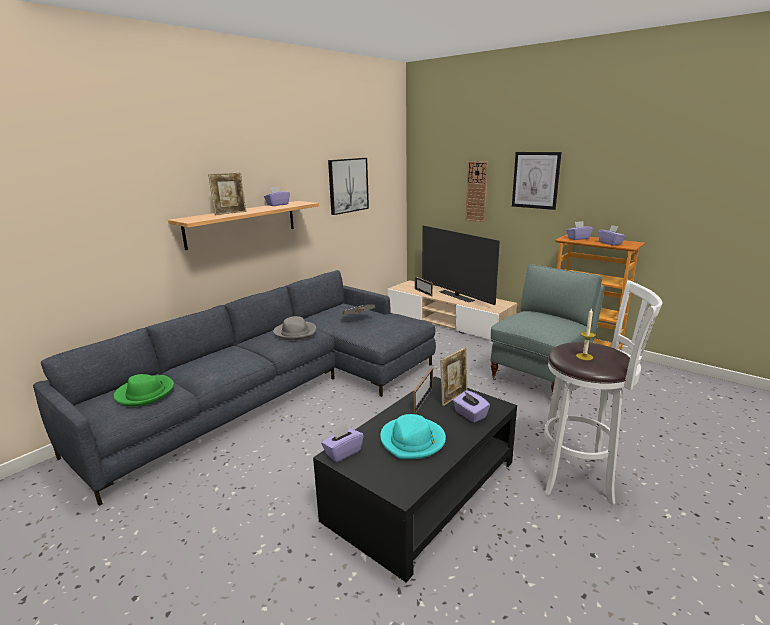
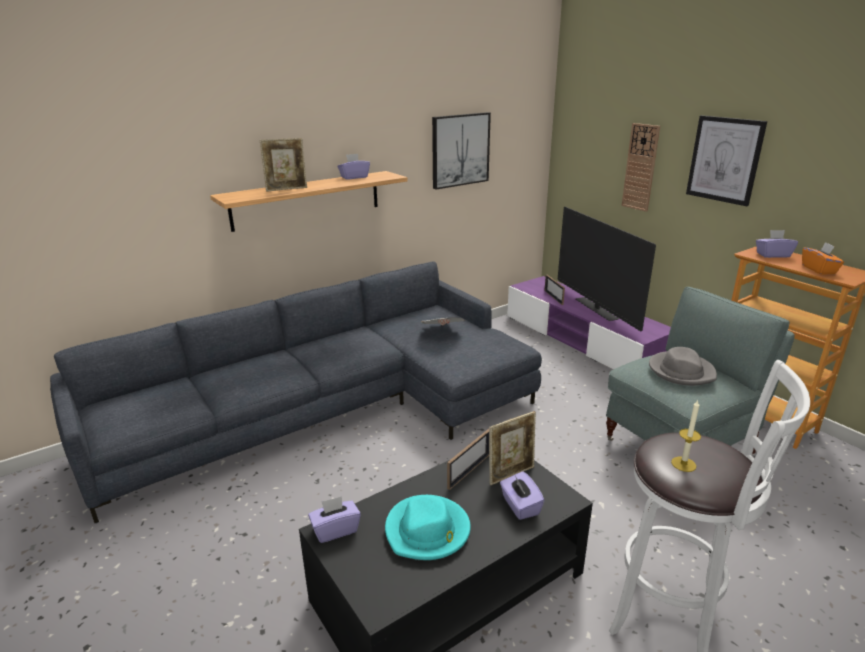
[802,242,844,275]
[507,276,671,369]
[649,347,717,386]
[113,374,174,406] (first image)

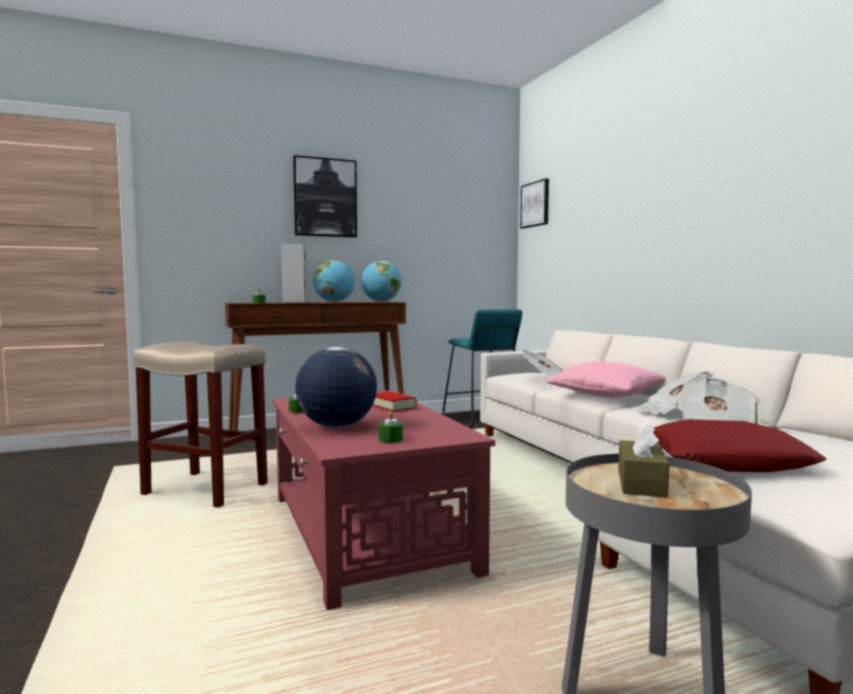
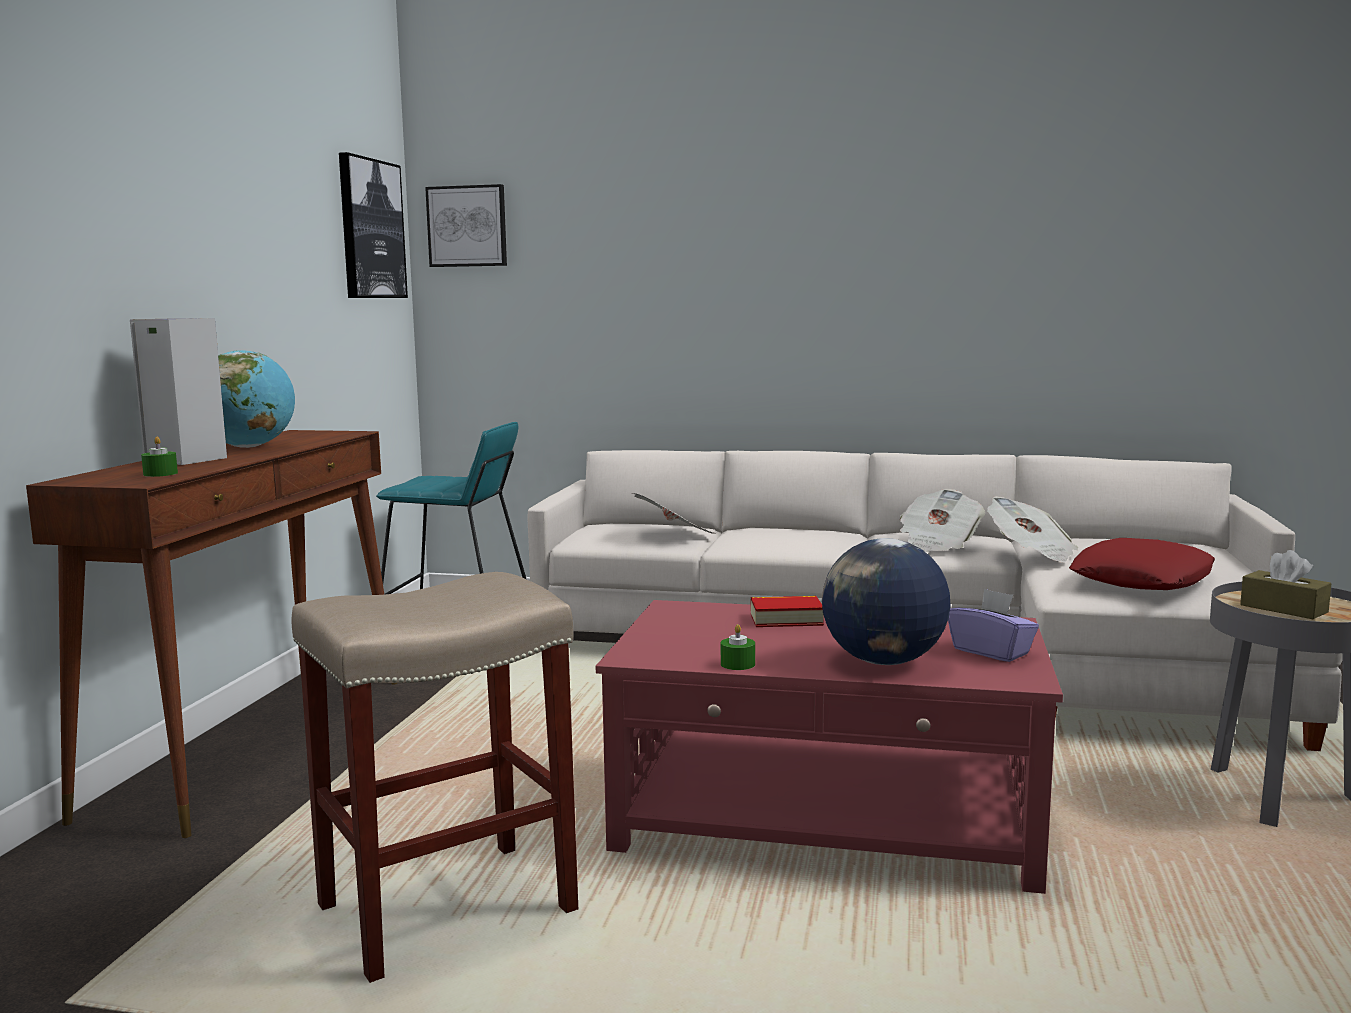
[339,152,408,298]
[361,261,402,302] (first image)
[546,361,666,397] (first image)
[948,588,1039,662]

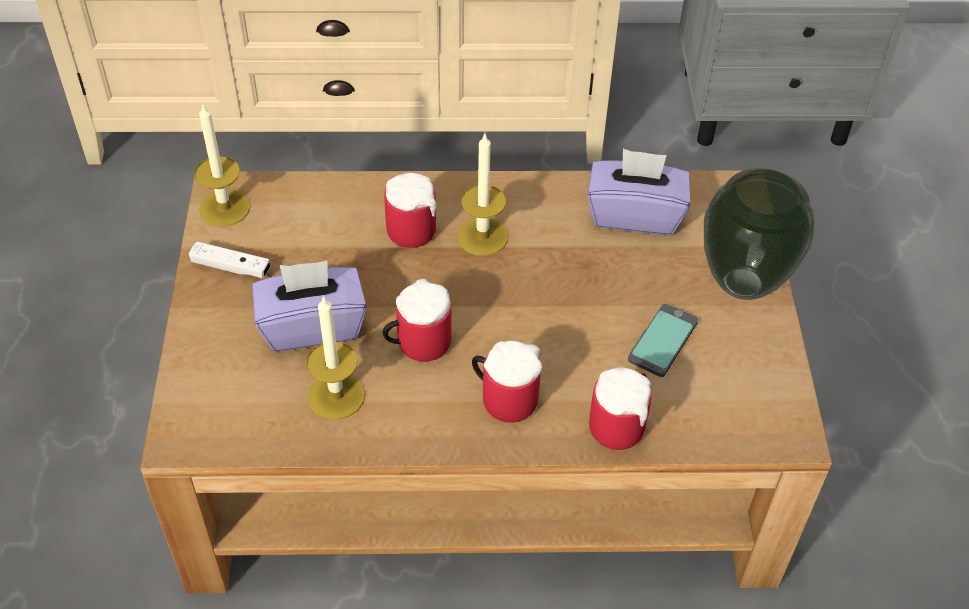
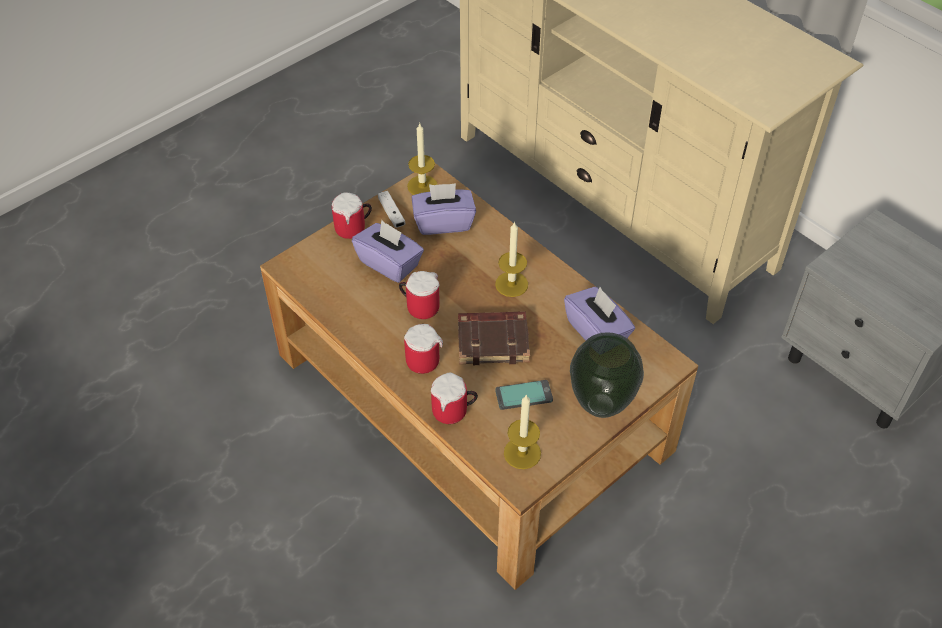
[332,192,372,239]
[504,394,541,469]
[412,183,476,235]
[458,311,530,365]

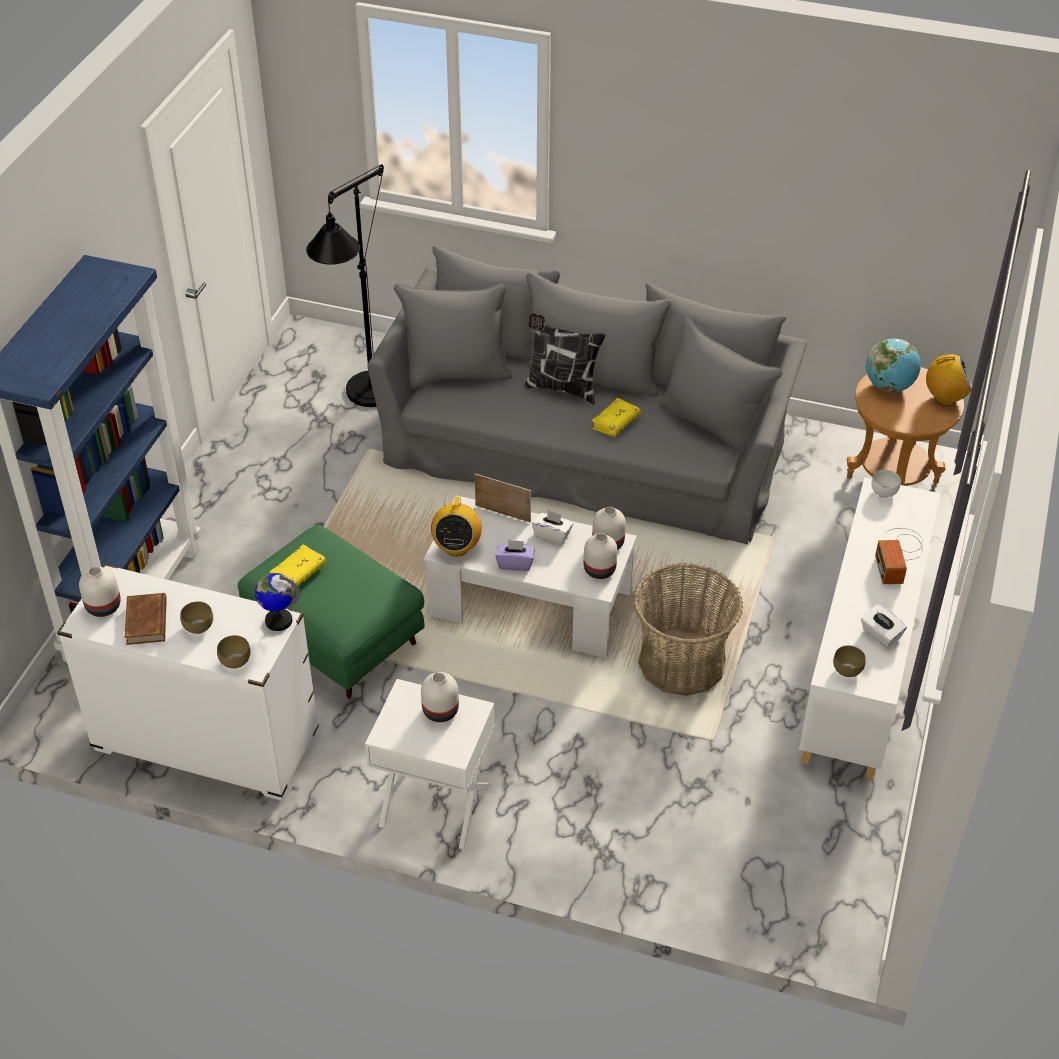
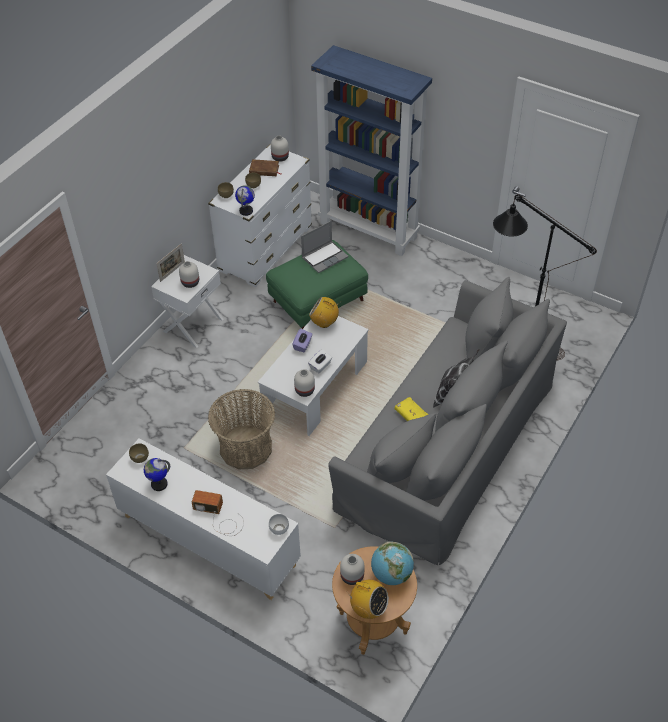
[346,580,389,619]
[156,244,185,282]
[340,554,364,585]
[301,221,349,273]
[144,458,170,491]

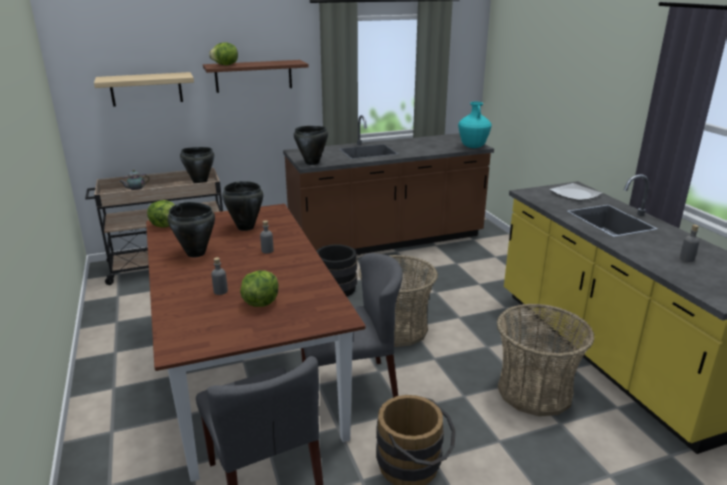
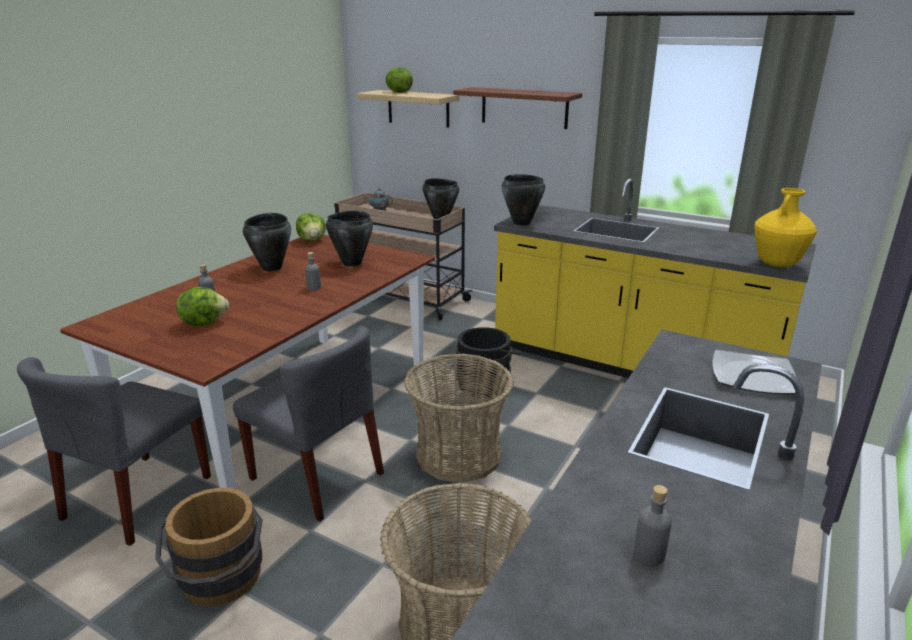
[385,67,413,93]
[754,188,817,267]
[494,179,816,378]

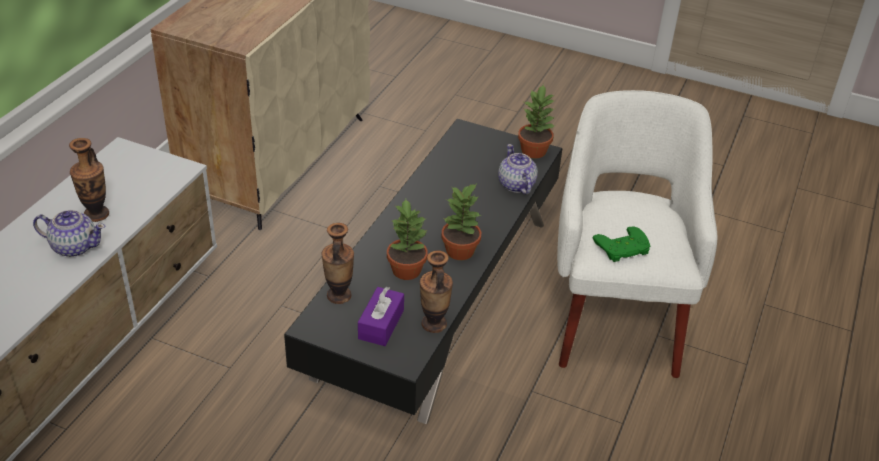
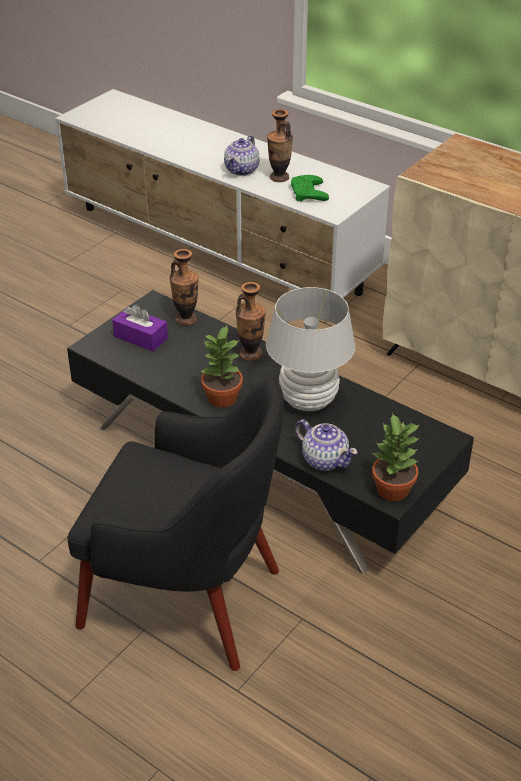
[67,378,284,671]
[295,419,358,471]
[387,199,428,280] (first image)
[291,175,329,202]
[235,282,266,361]
[266,287,355,411]

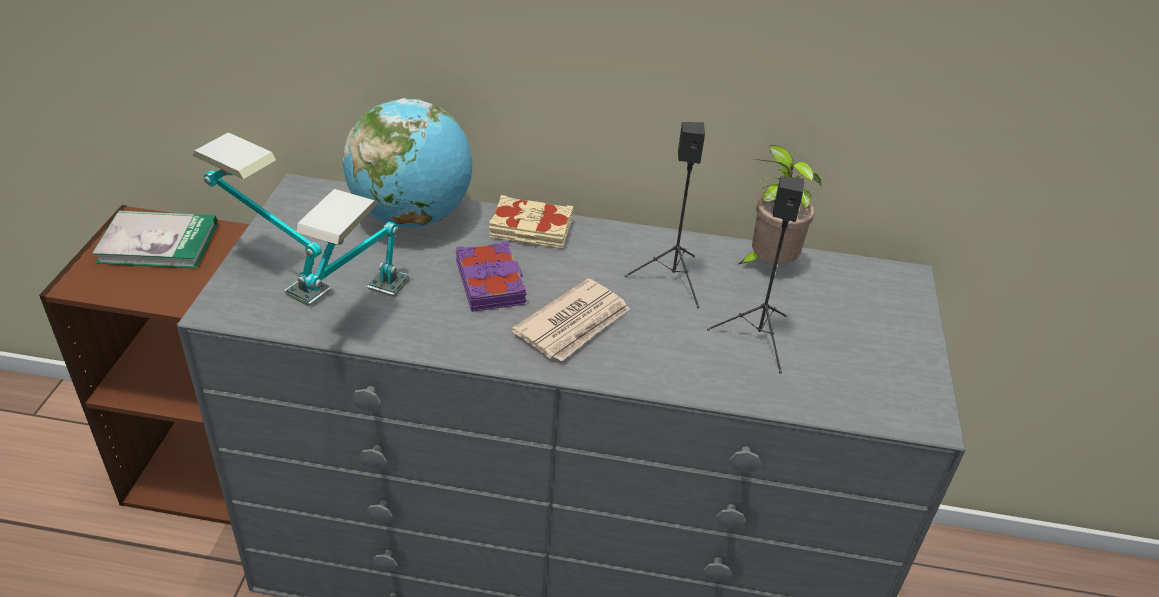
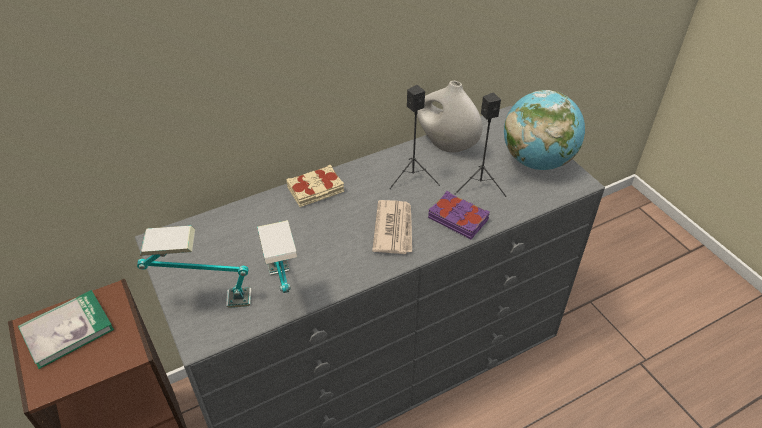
[504,90,585,170]
[417,81,482,152]
[428,191,490,239]

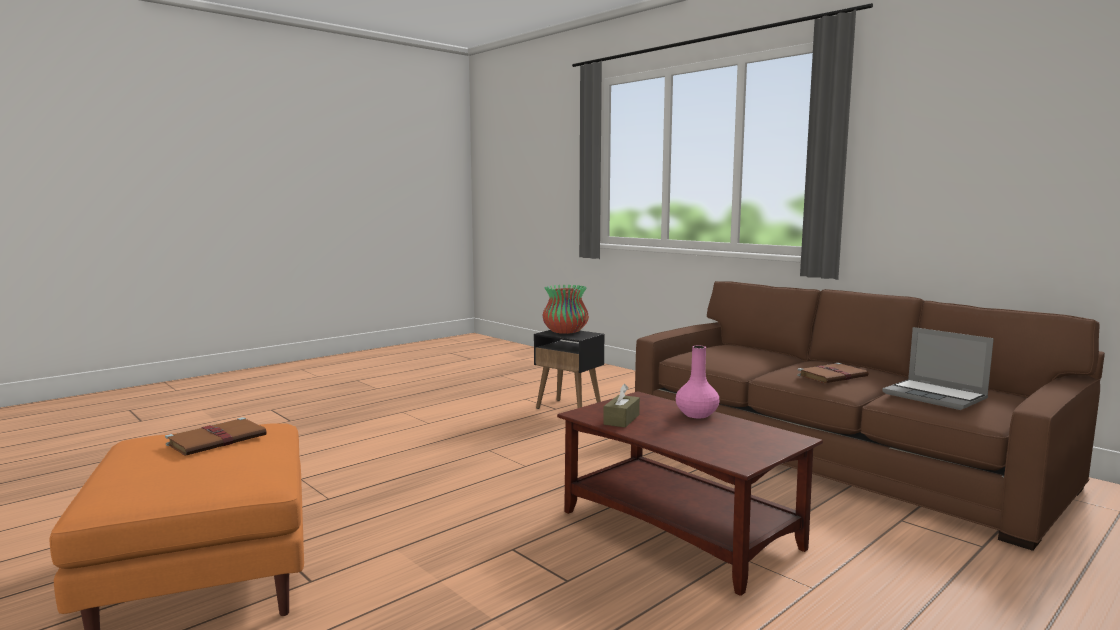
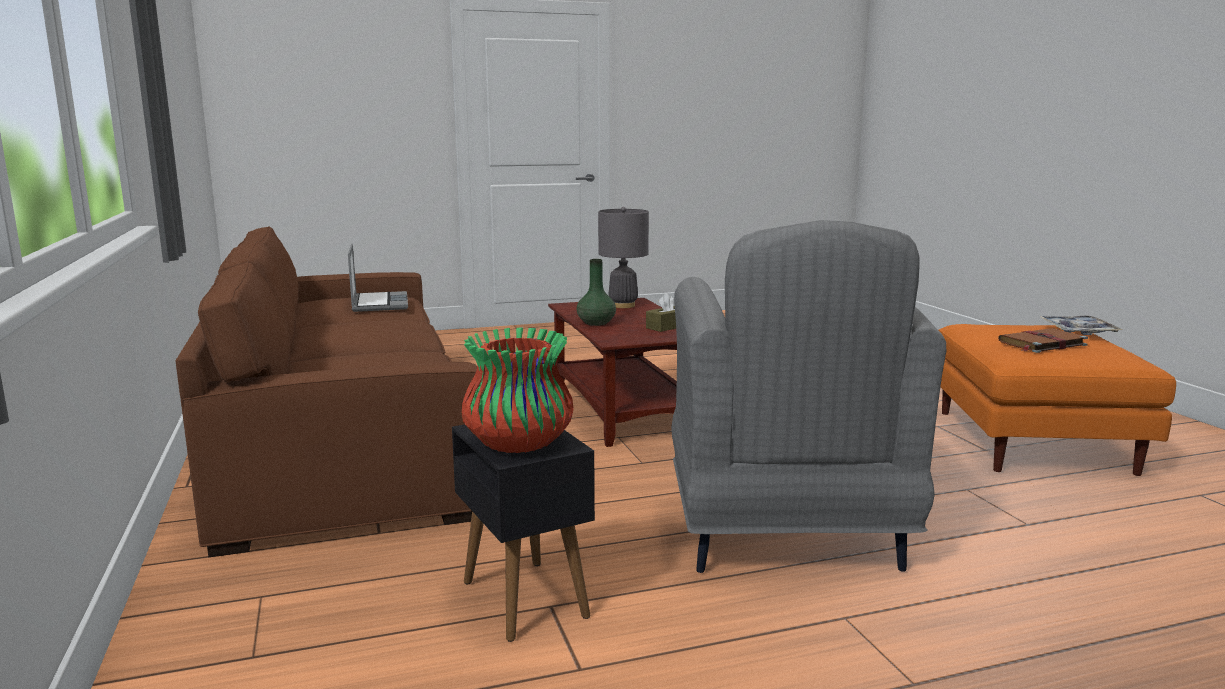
[576,259,616,326]
[797,363,869,383] (first image)
[598,207,649,308]
[671,220,946,573]
[1040,316,1122,335]

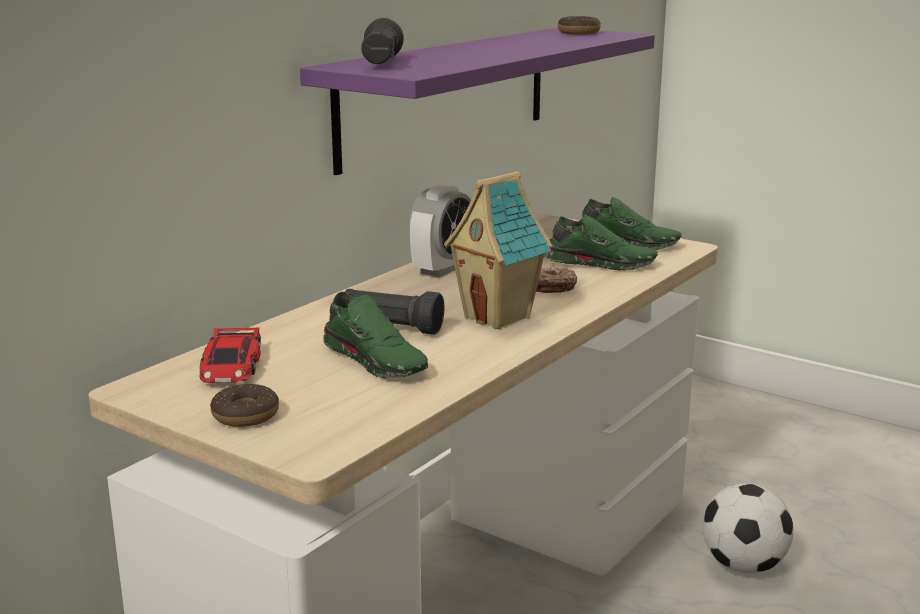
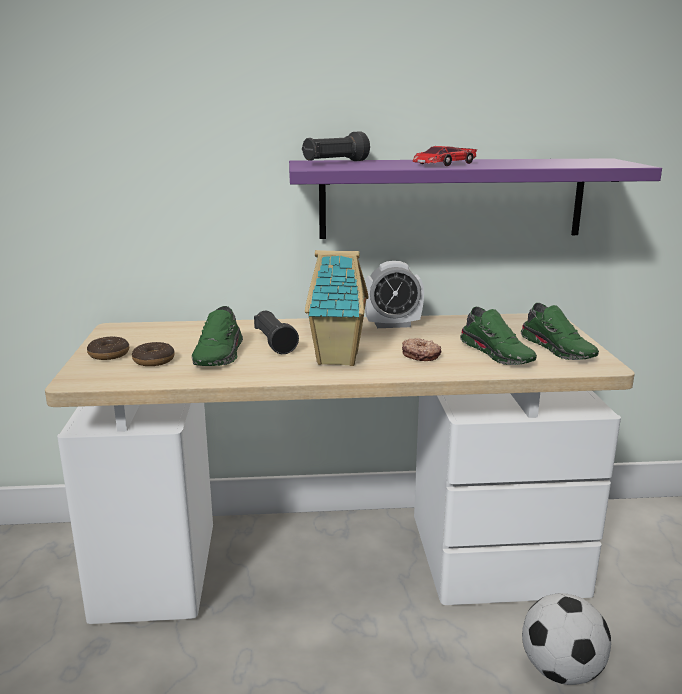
[132,342,175,366]
[412,146,477,166]

